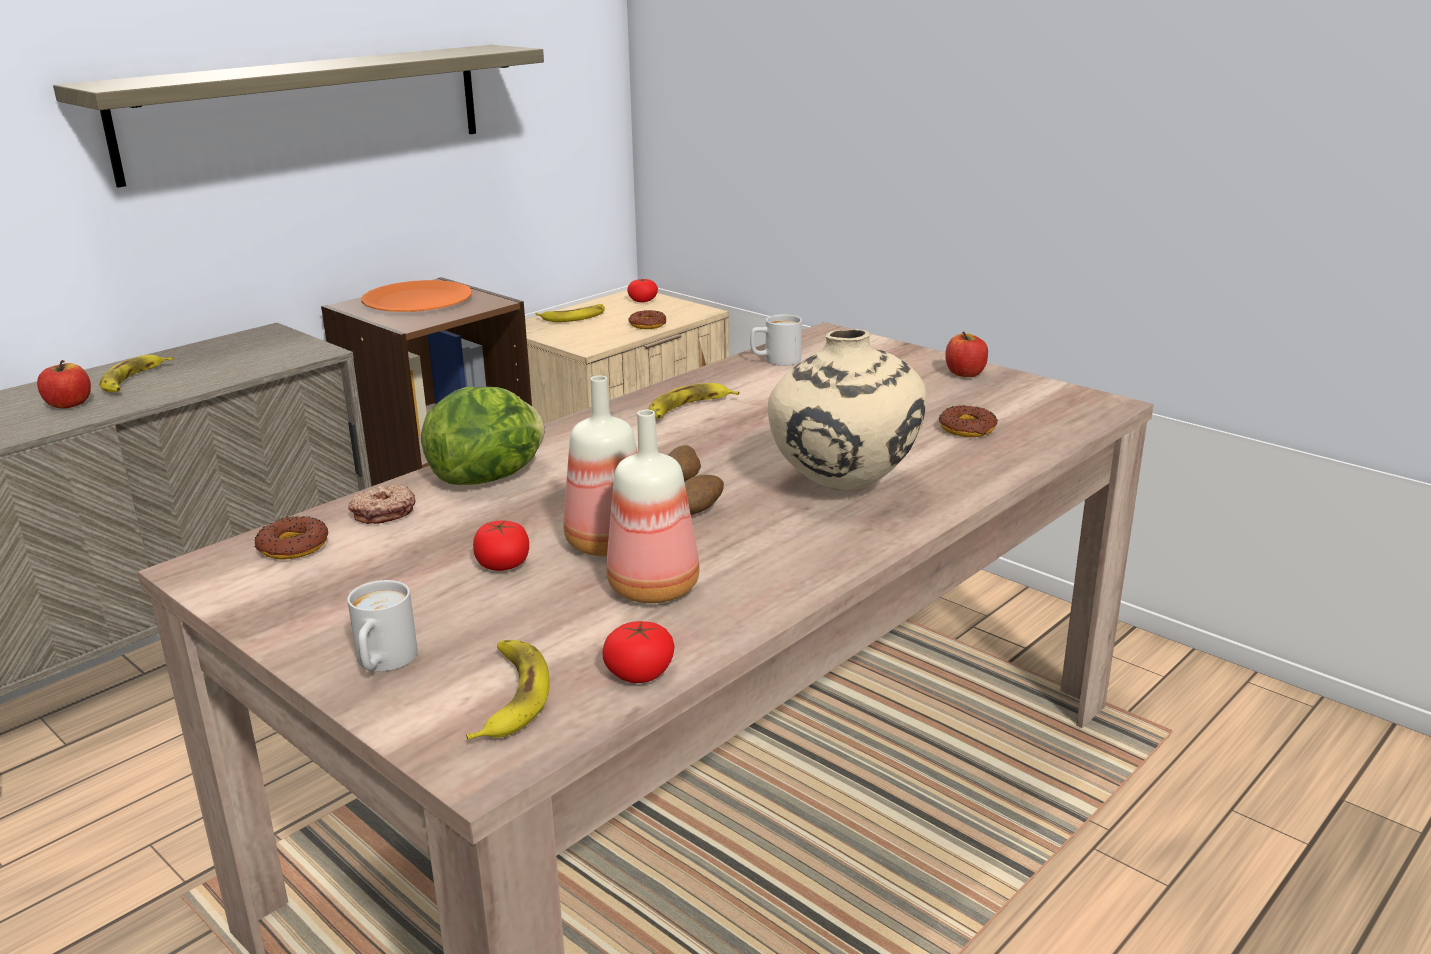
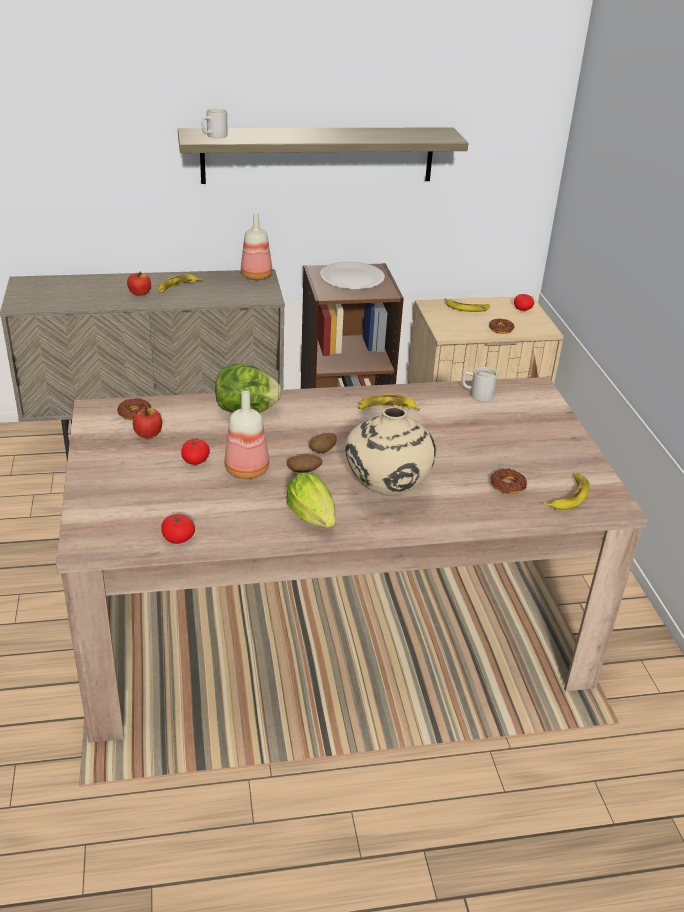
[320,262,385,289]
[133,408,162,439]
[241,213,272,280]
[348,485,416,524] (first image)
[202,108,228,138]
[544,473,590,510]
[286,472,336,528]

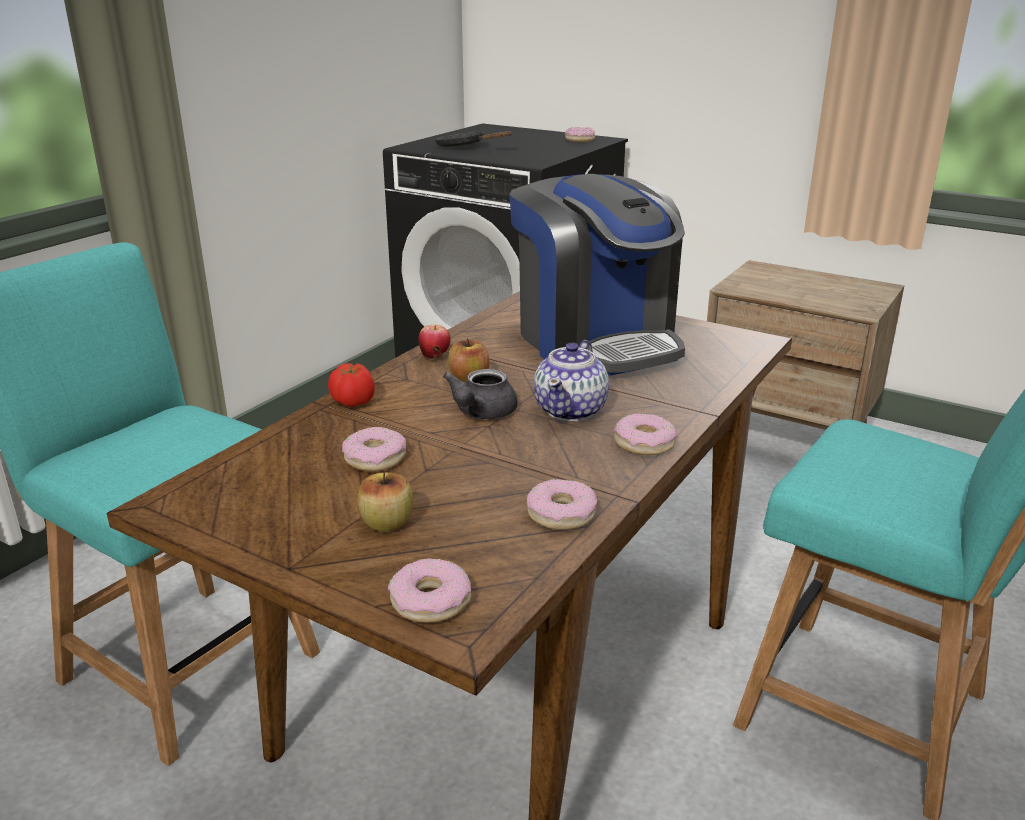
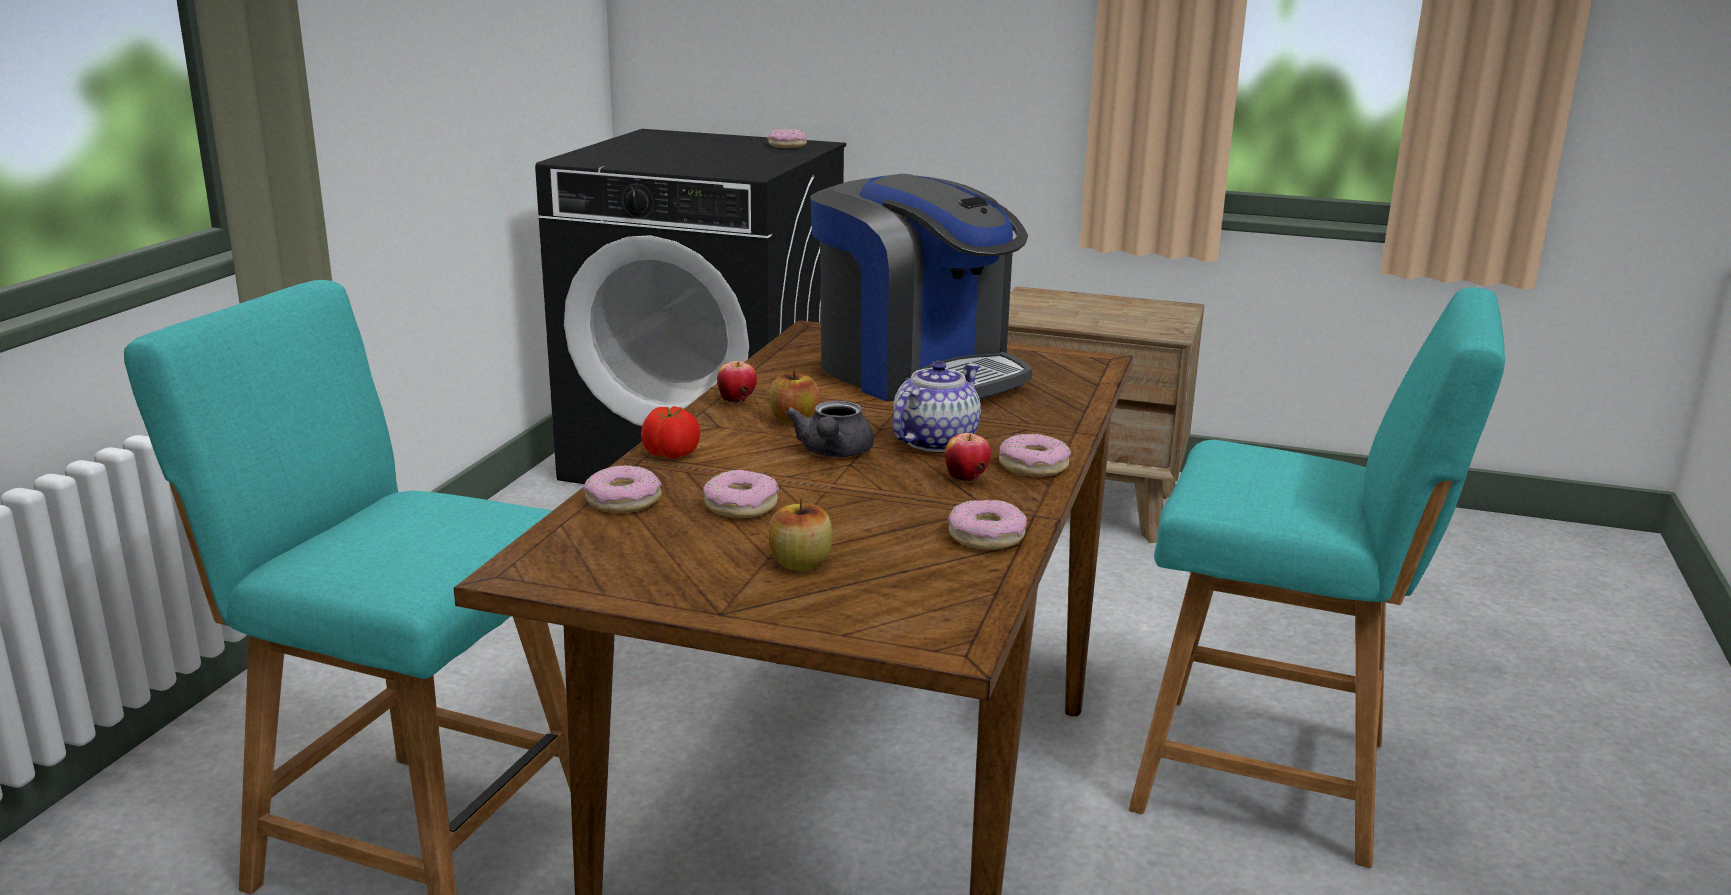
[435,131,512,147] (first image)
[892,361,981,452]
[584,465,662,513]
[945,433,991,482]

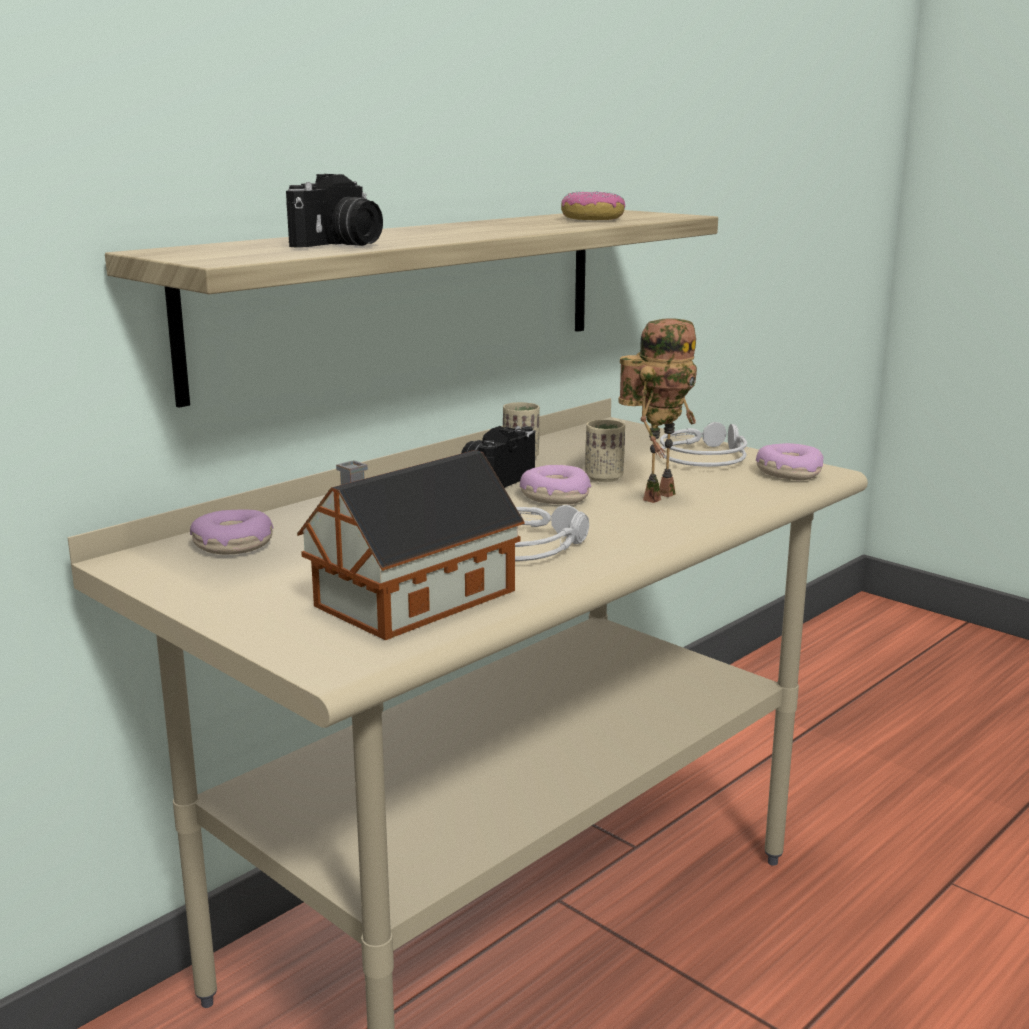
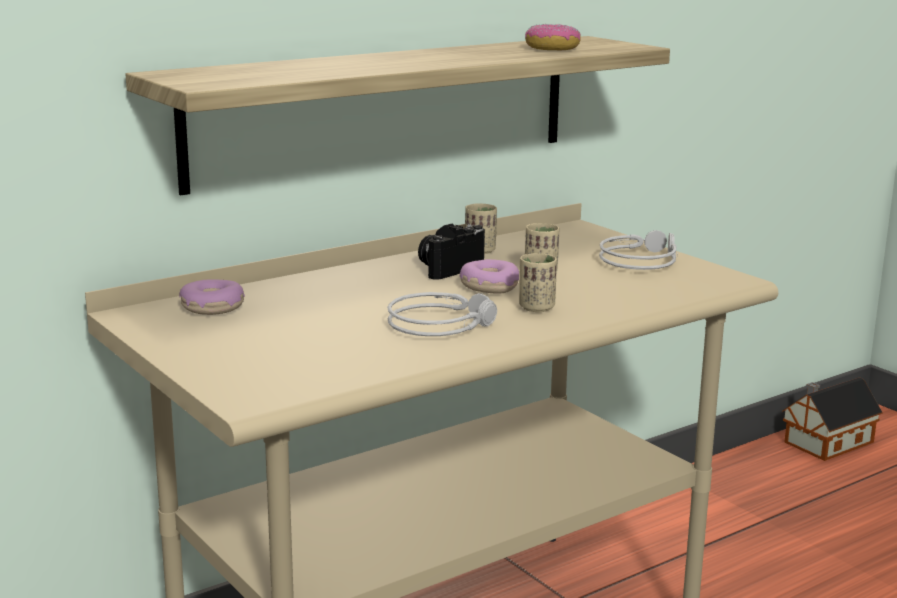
[286,174,383,248] (first image)
[619,318,697,503] (first image)
[756,443,823,480] (first image)
[782,377,883,461]
[519,253,557,312]

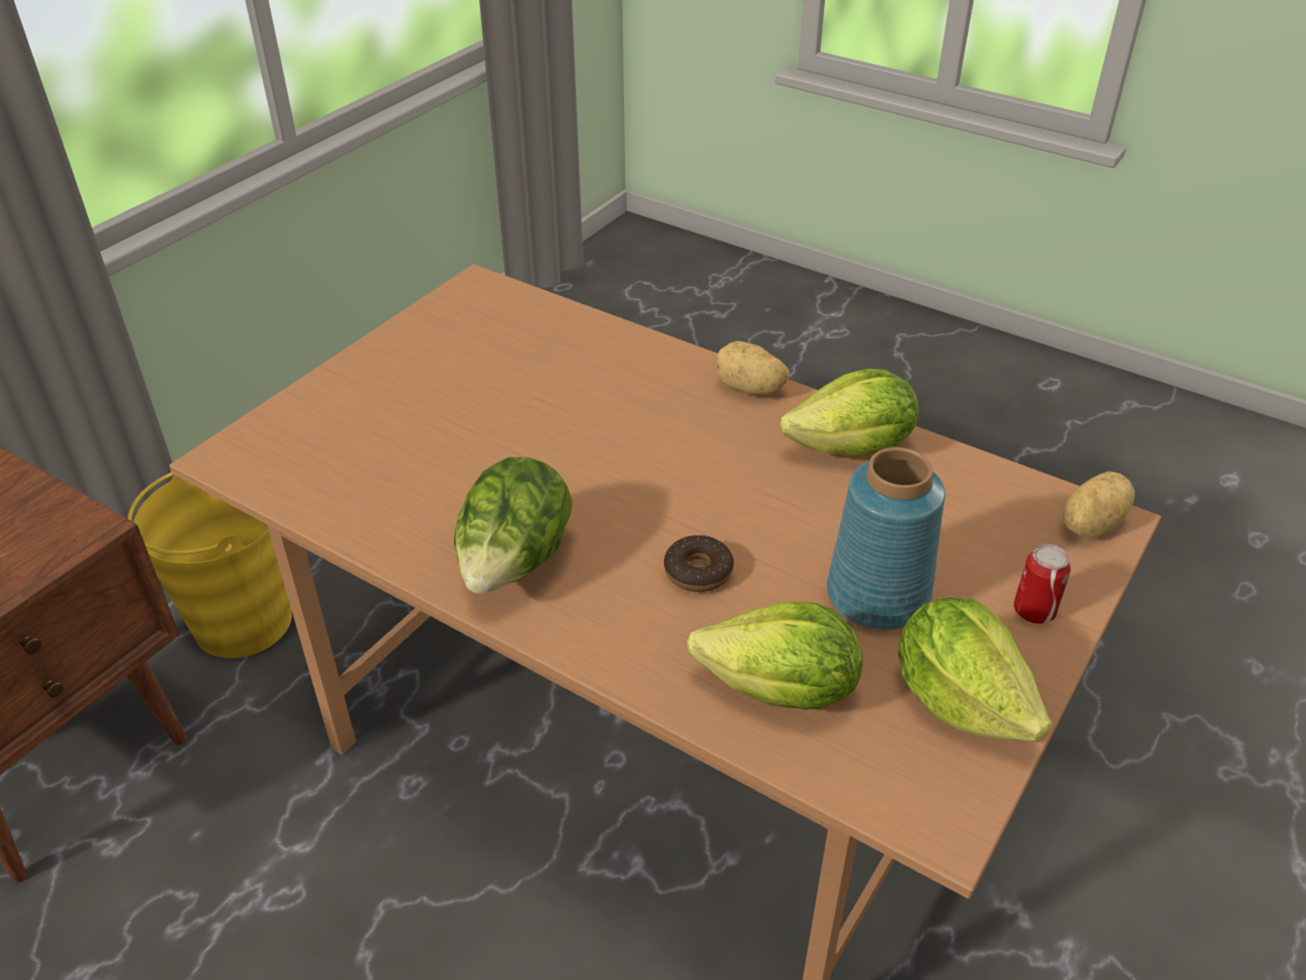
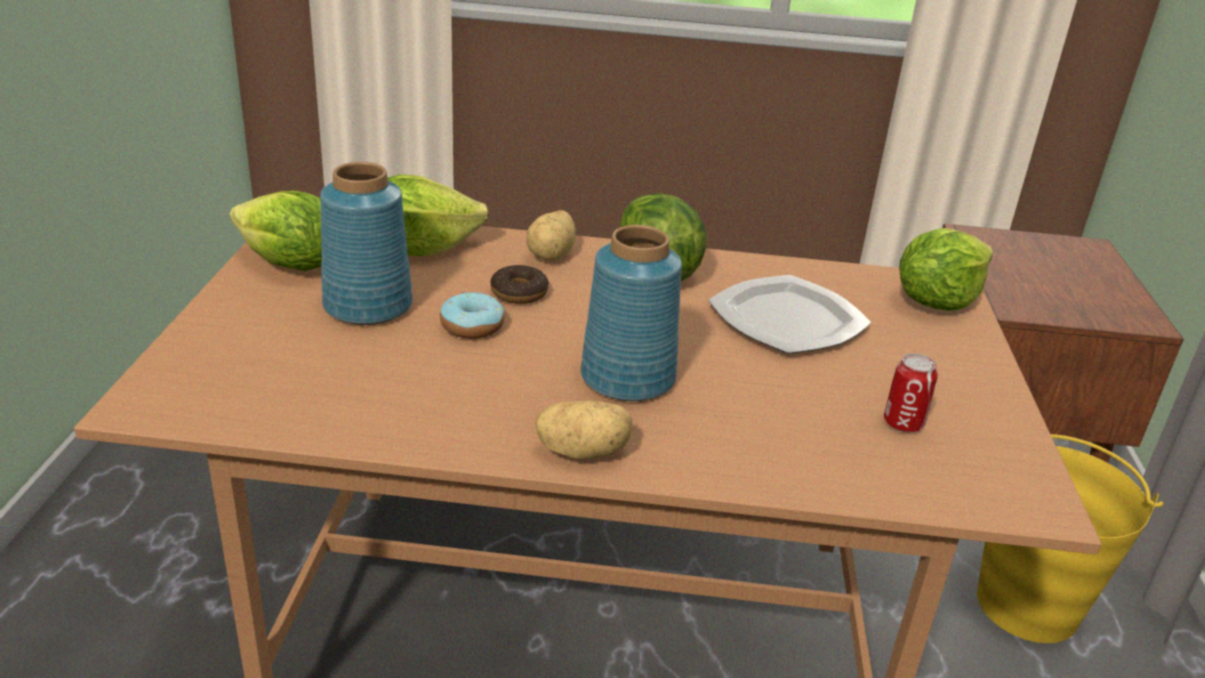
[899,228,993,311]
[526,210,576,261]
[884,353,938,432]
[581,225,682,401]
[708,275,872,354]
[440,292,505,339]

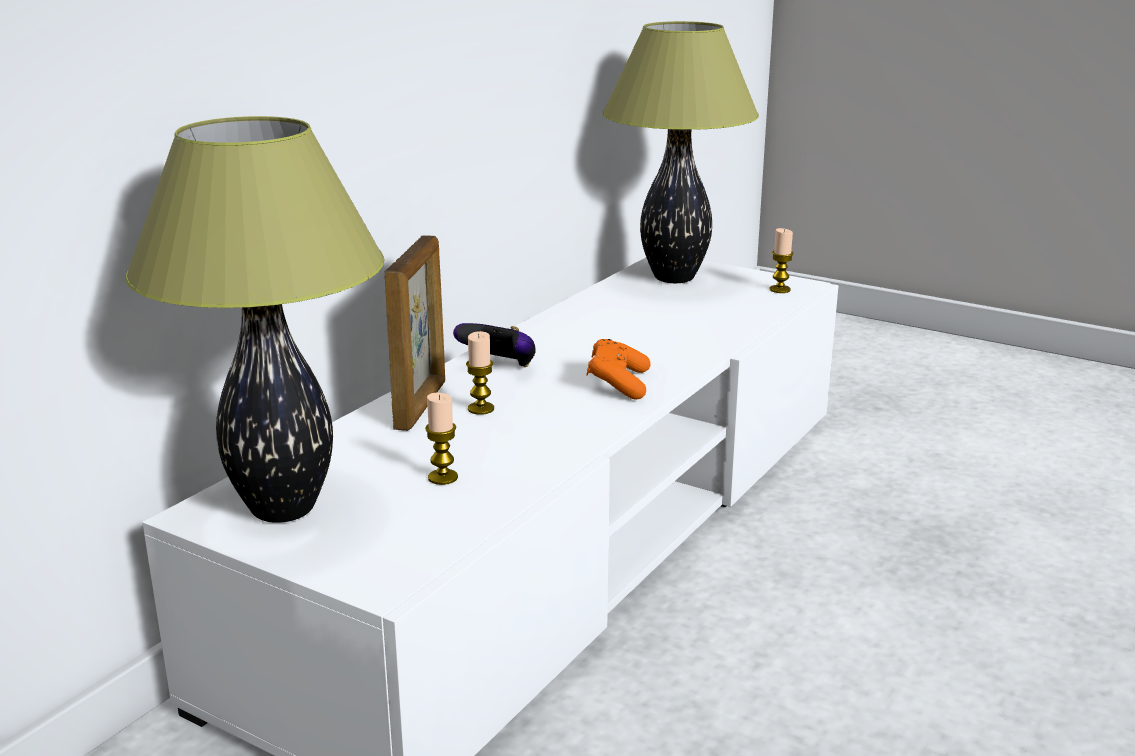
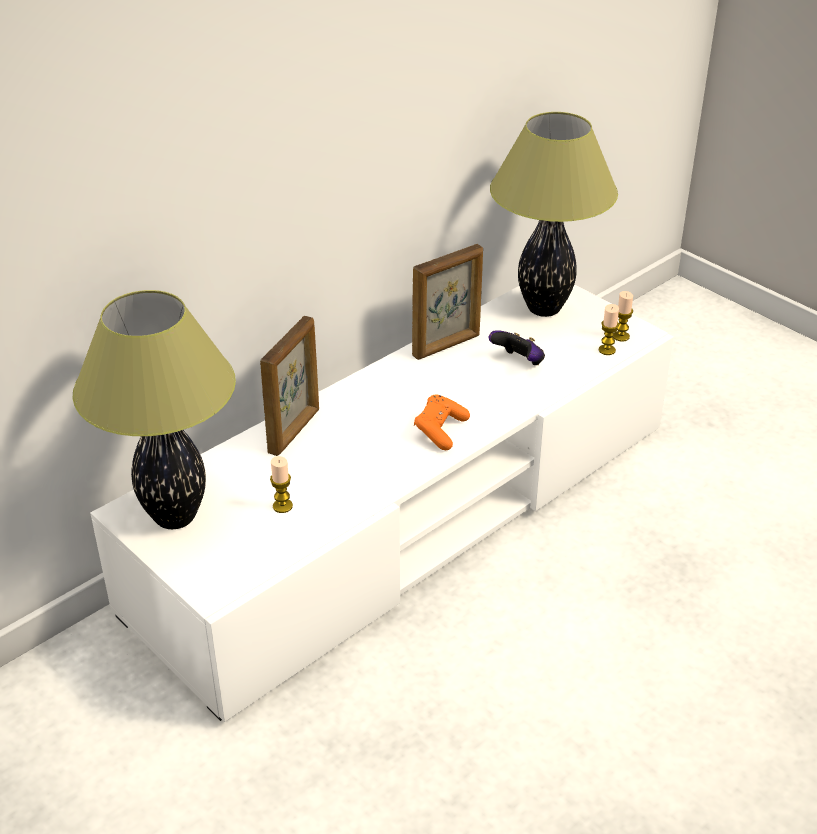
[489,330,545,365]
[599,304,619,355]
[412,244,483,360]

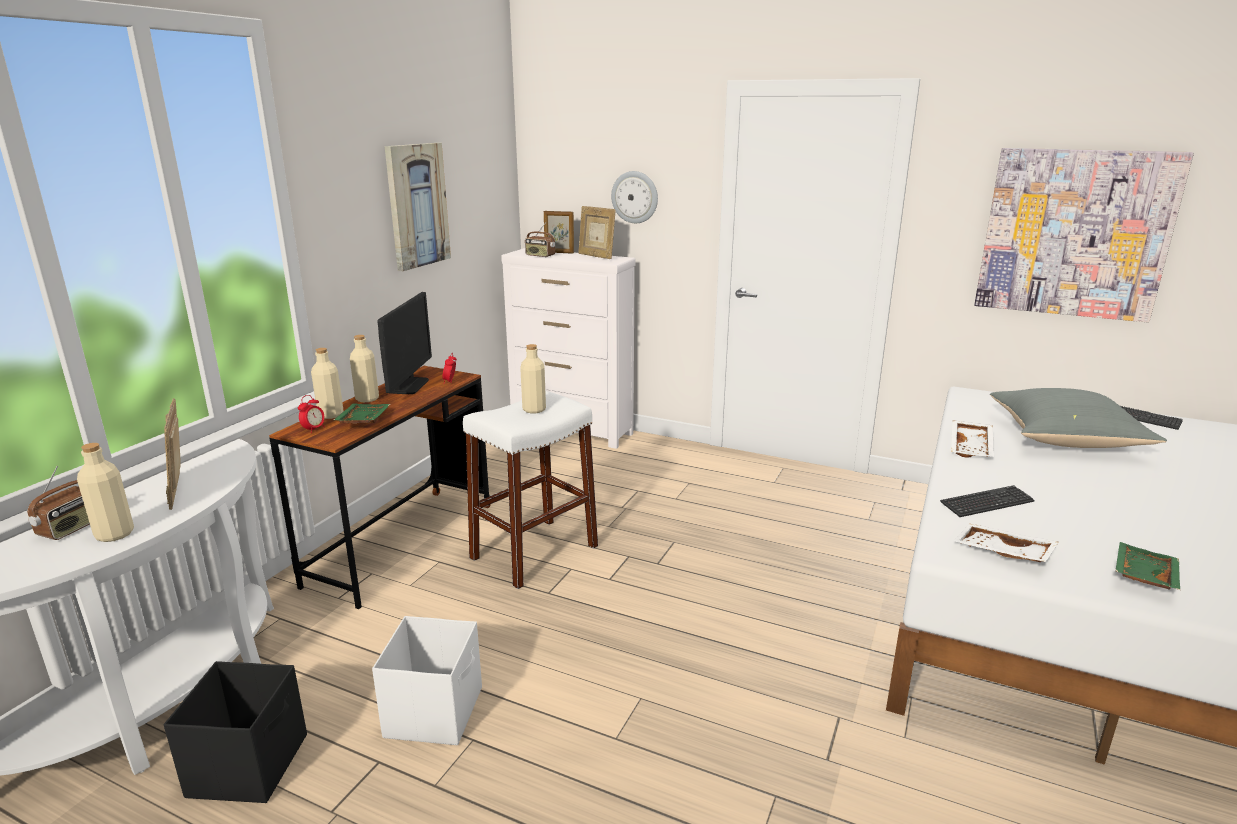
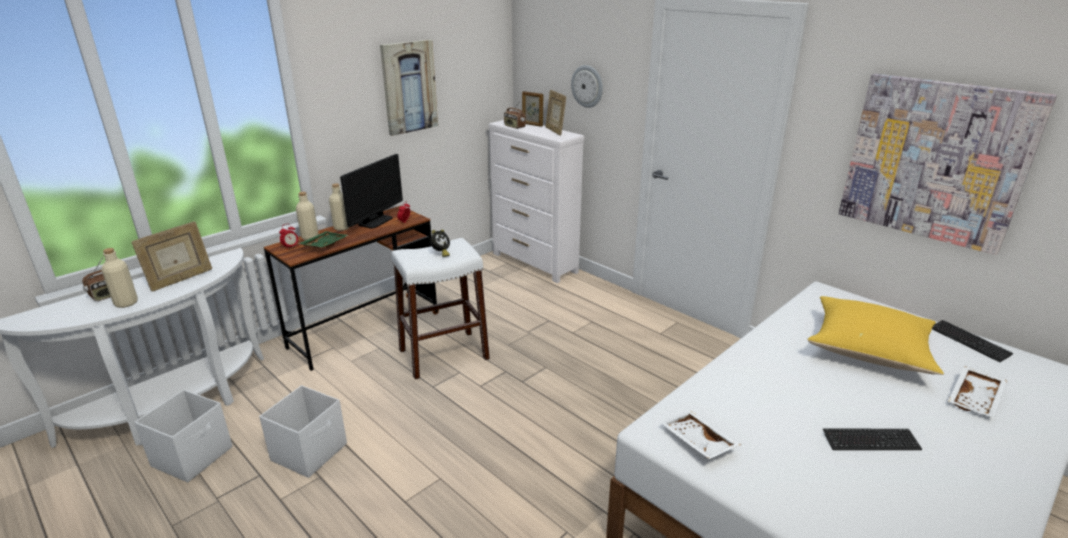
[430,229,450,257]
[807,296,944,375]
[131,221,212,291]
[948,366,1008,418]
[823,429,922,450]
[1115,542,1180,590] (first image)
[134,390,232,482]

